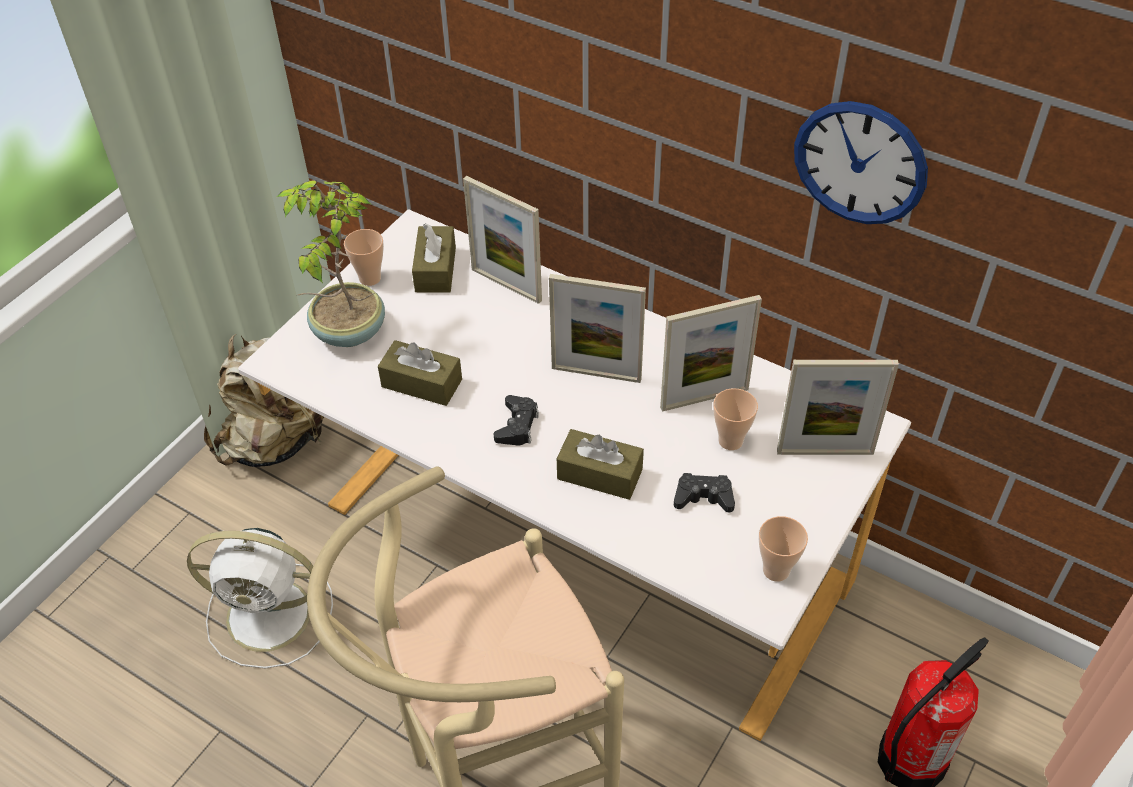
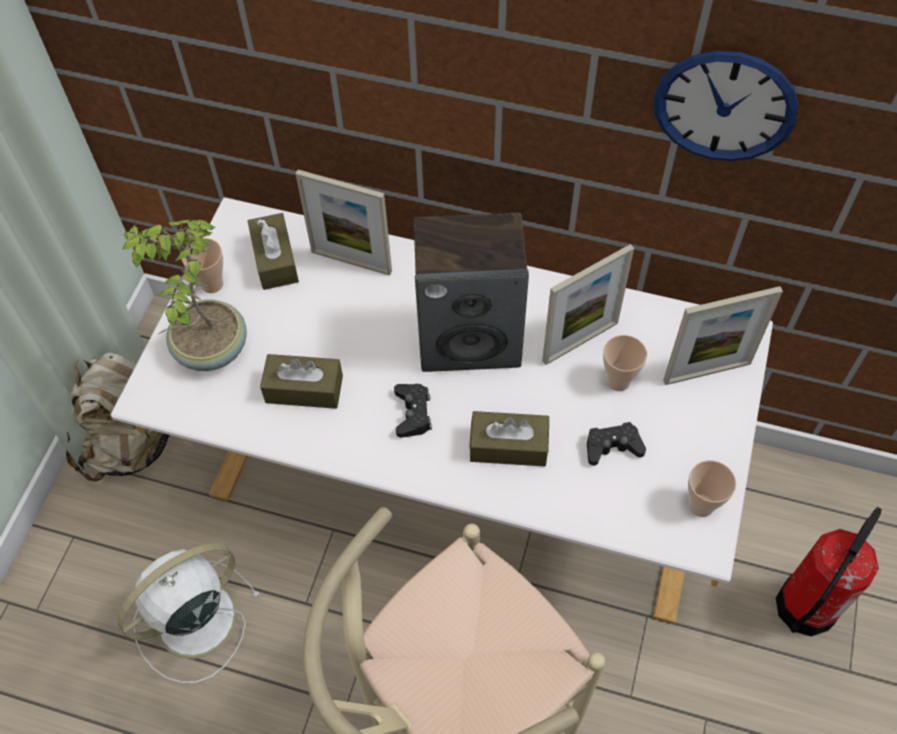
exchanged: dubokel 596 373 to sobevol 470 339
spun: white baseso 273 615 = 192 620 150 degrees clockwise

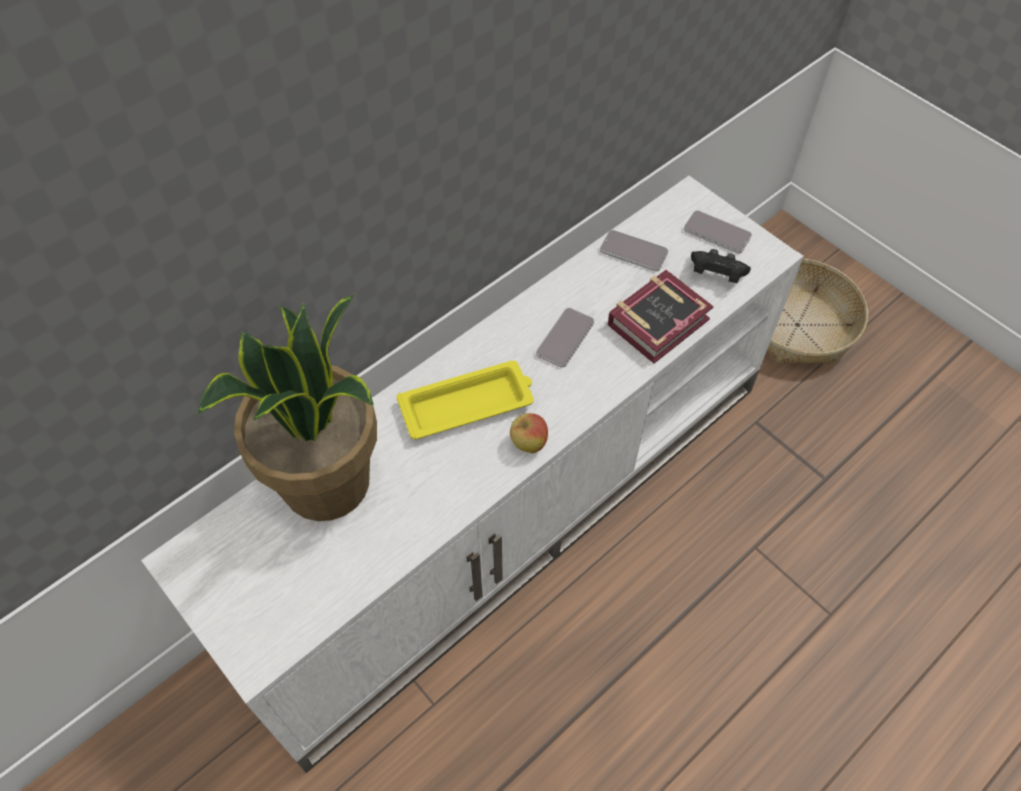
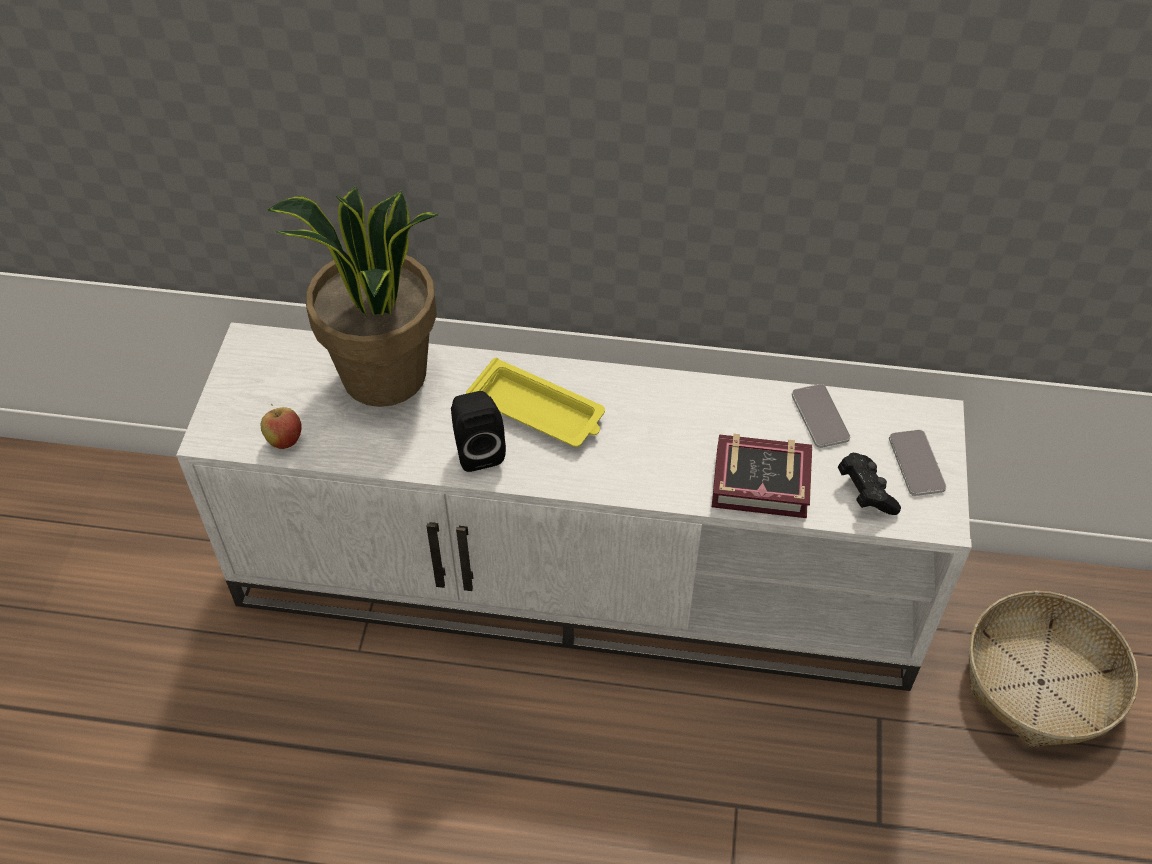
missing: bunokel 565 338
appeared: black sobevol 477 449
relocated: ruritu 528 443 to 285 440

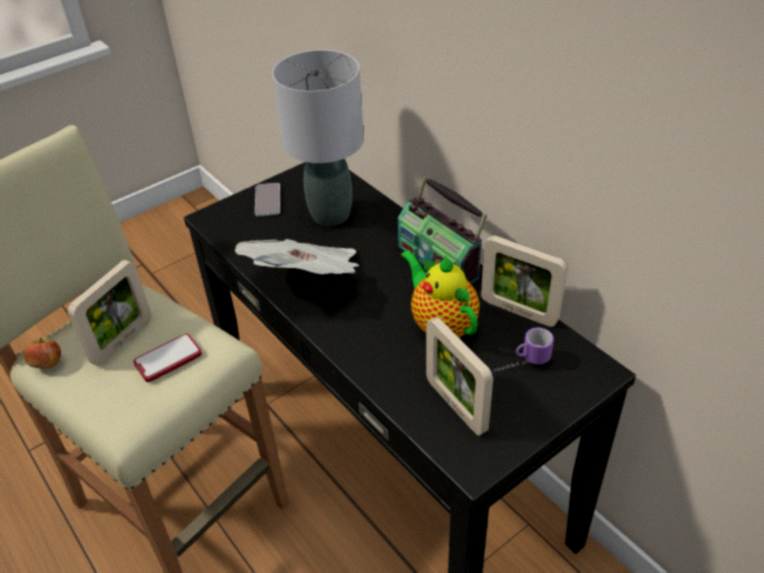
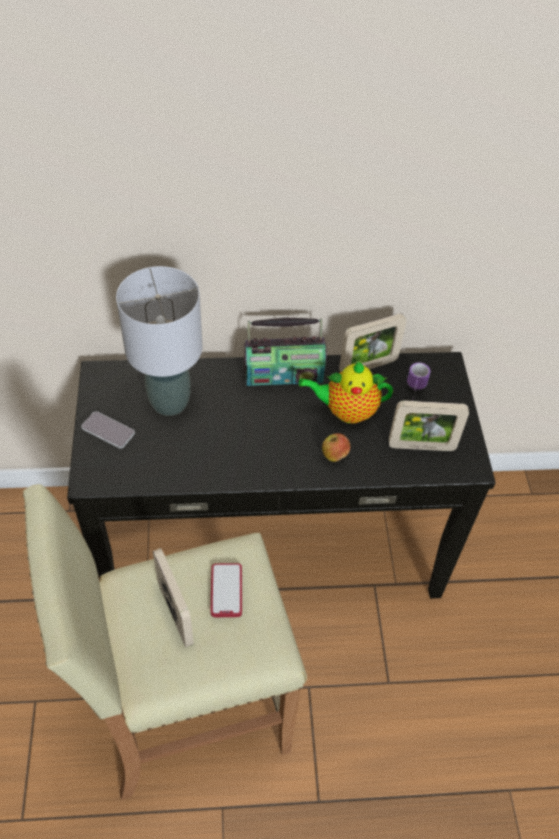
missing: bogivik 307 280
relocated: ruritu 47 364 to 334 455

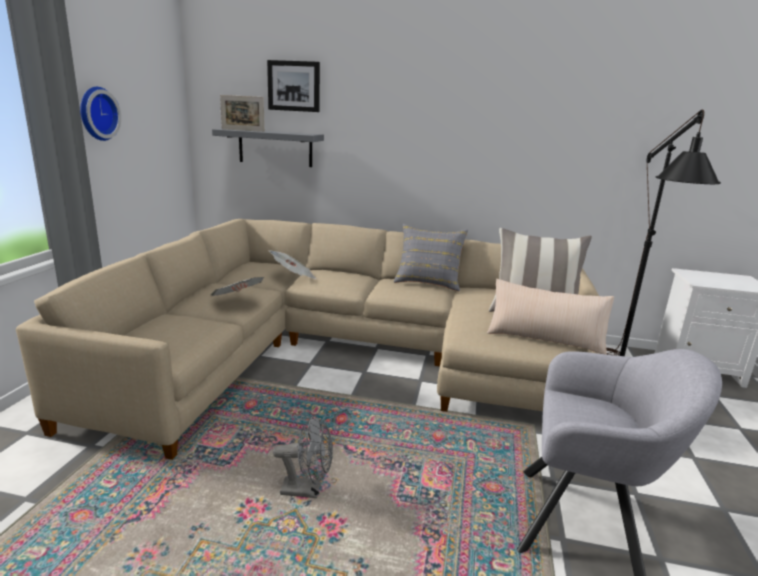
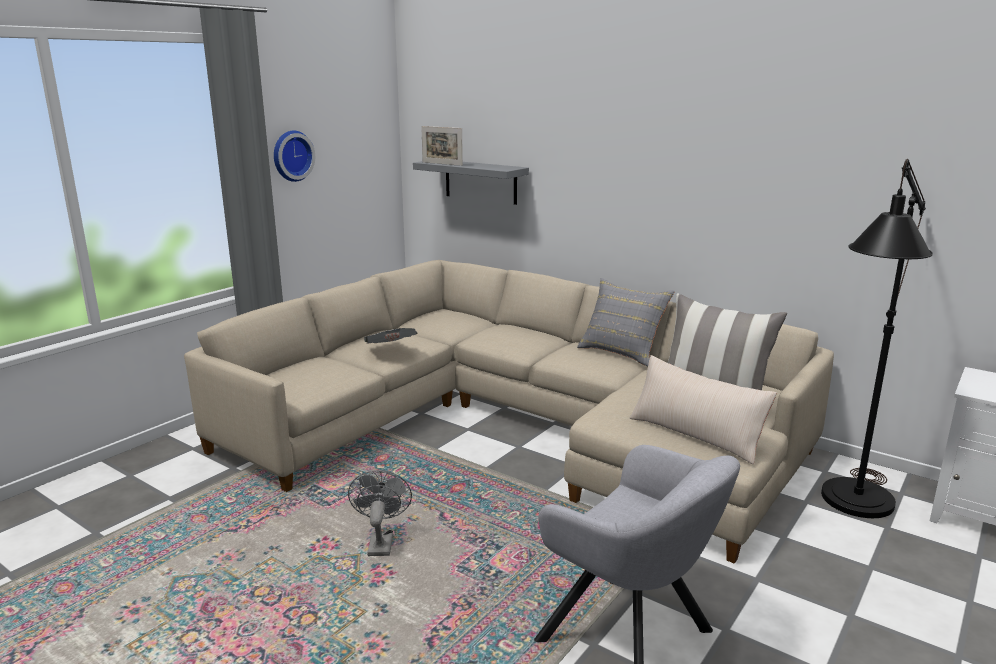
missing: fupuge 294 86; bogivik 293 277
spun: grey baseso 307 490 = 381 542 120 degrees counterclockwise

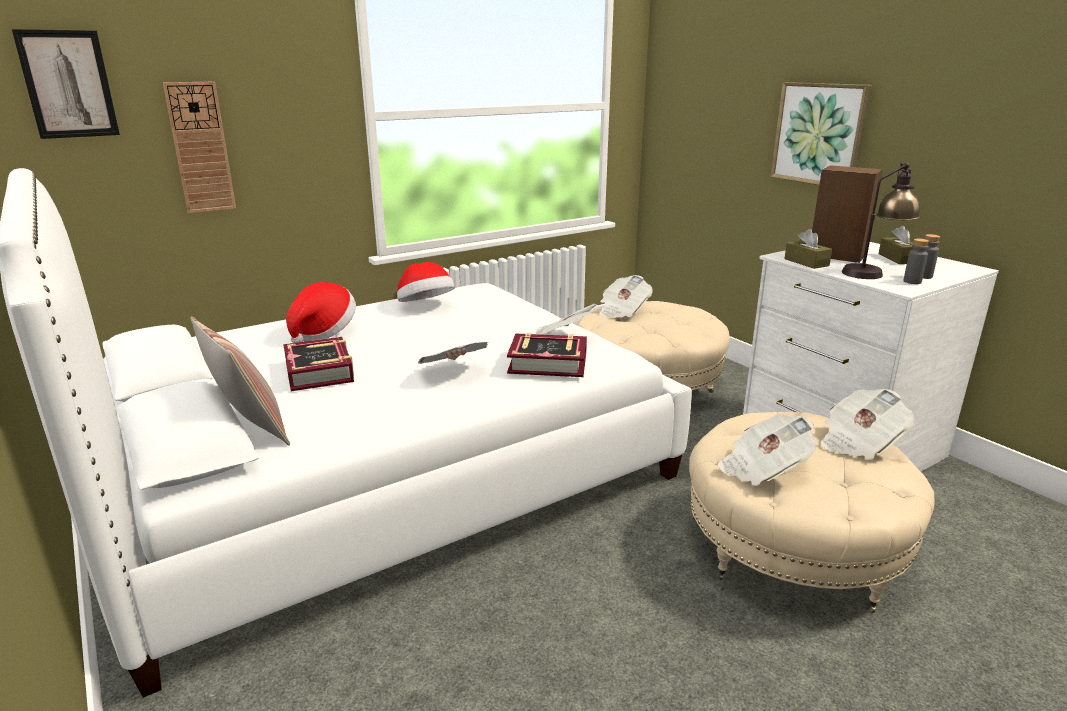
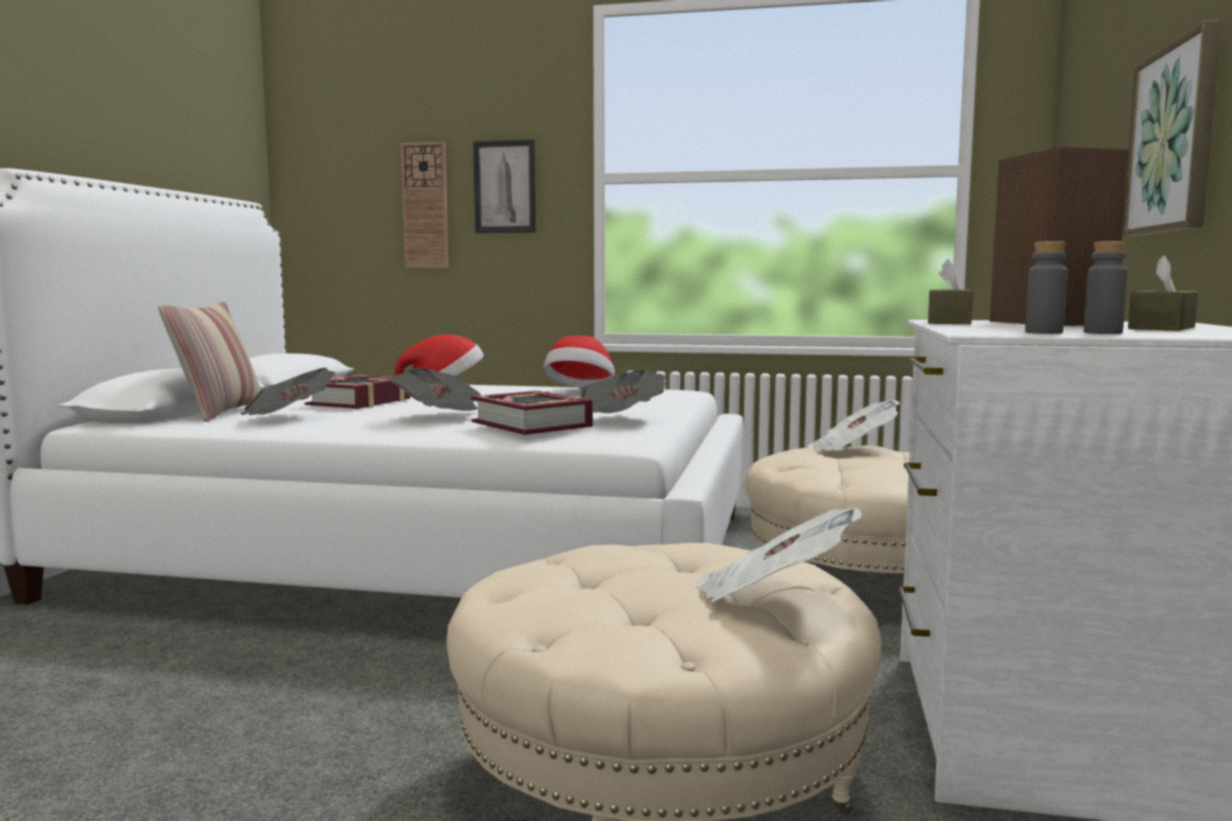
missing: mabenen 874 272
relocated: fupuge 68 84 to 505 187; bogivik 762 469 to 289 418

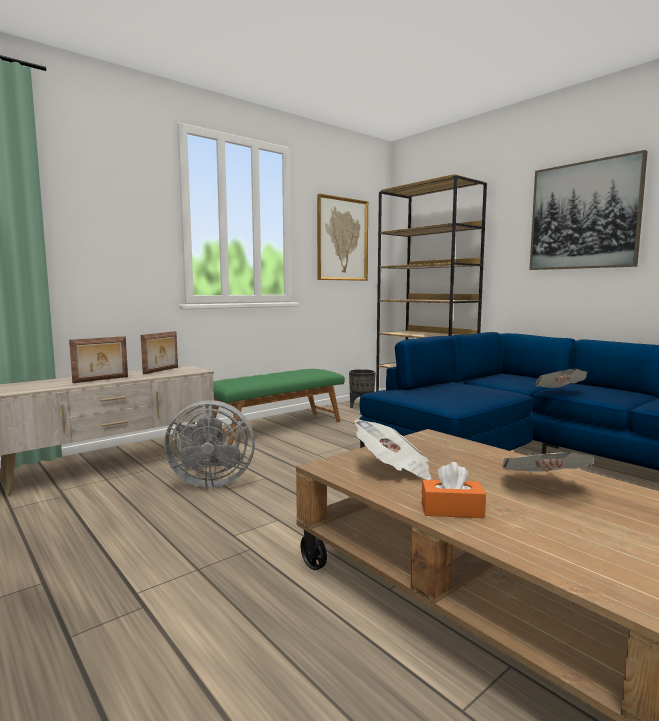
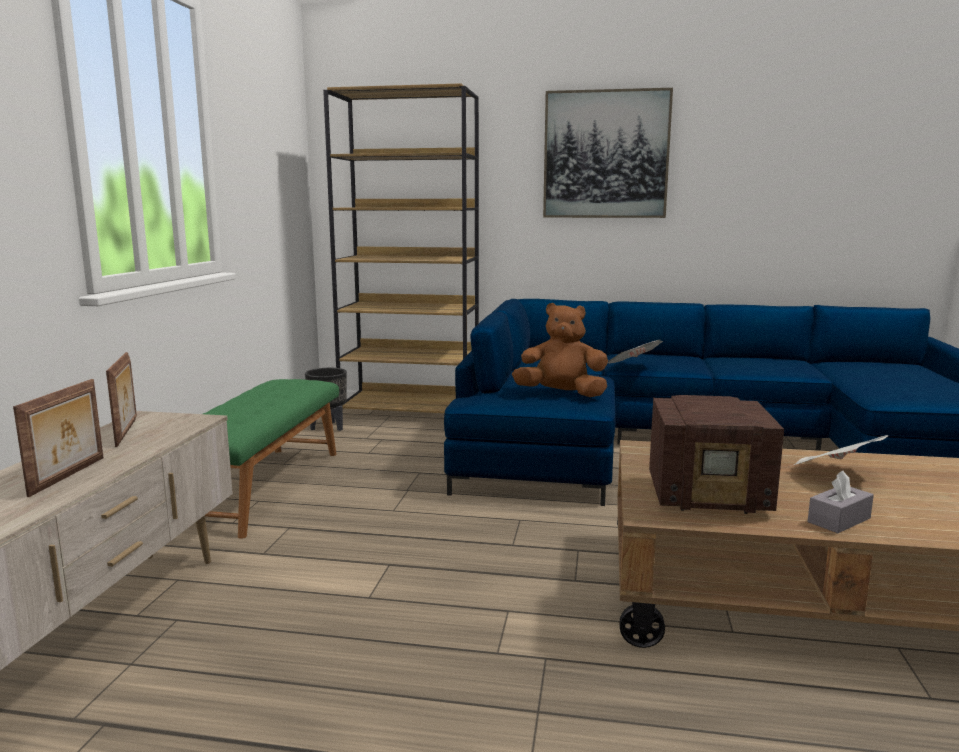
missing: grey baseso 210 482; fupuge 342 239
appeared: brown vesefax 561 394
exchanged: bogivik 394 469 to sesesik 710 496
colour: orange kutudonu 452 510 to grey kutudonu 839 520

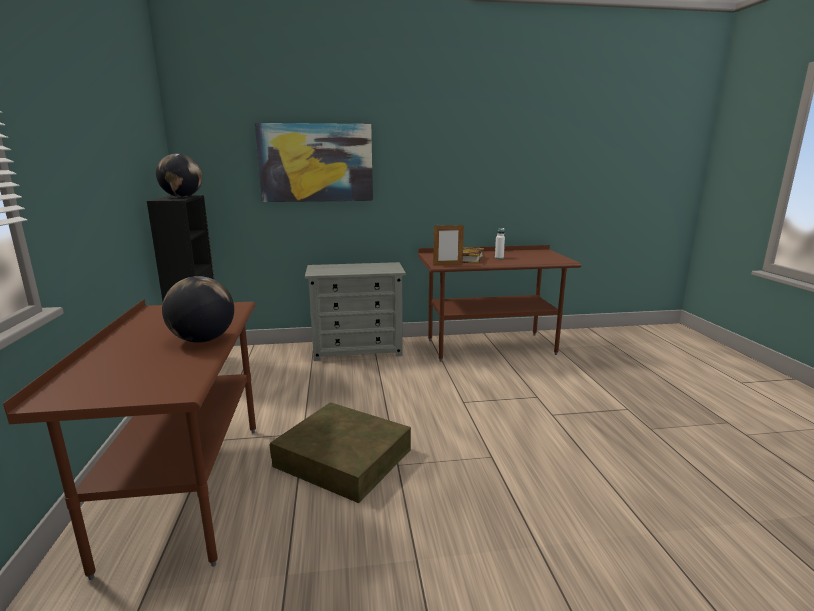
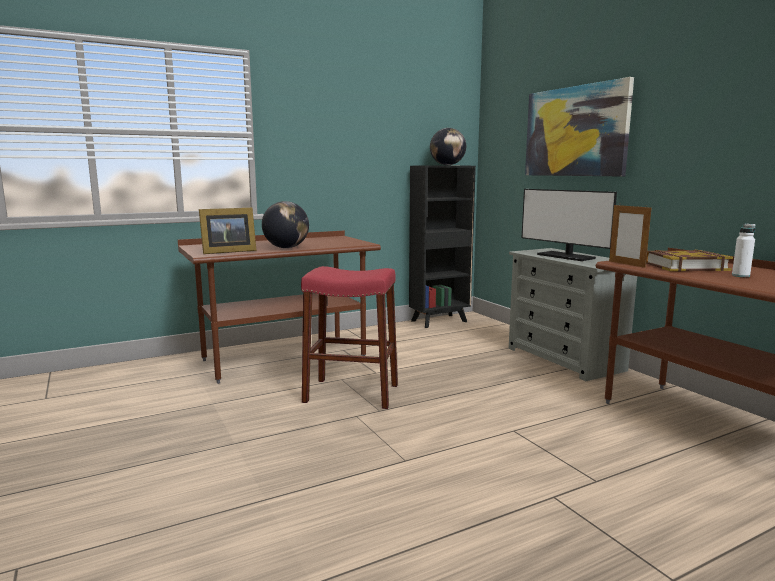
appeared: dubokel 227 251; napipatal 565 256
exchanged: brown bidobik 343 458 to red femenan 351 393

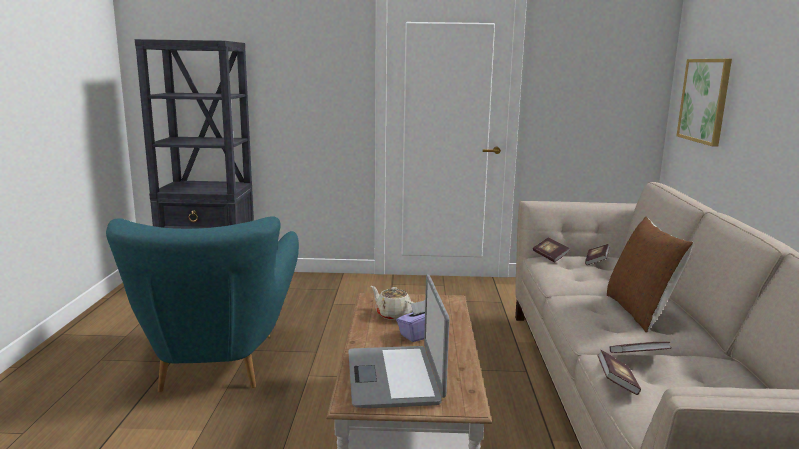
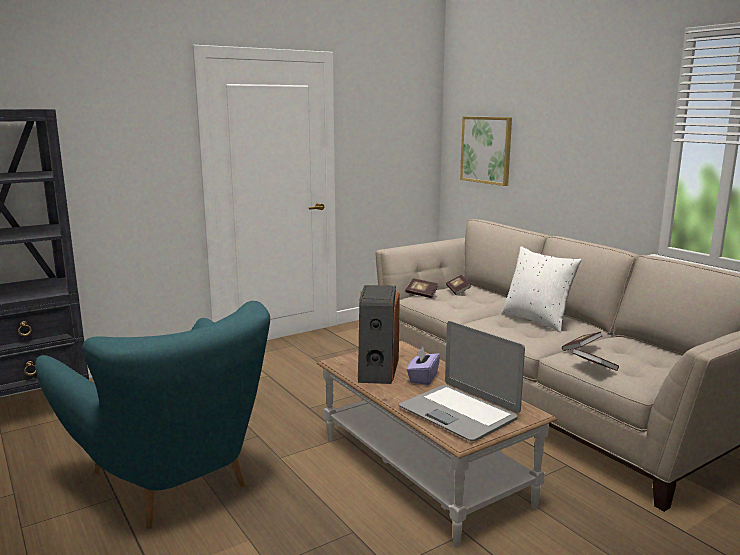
exchanged: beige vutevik 392 314 to sobevol 377 369
colour: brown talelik 640 312 to white talelik 537 320

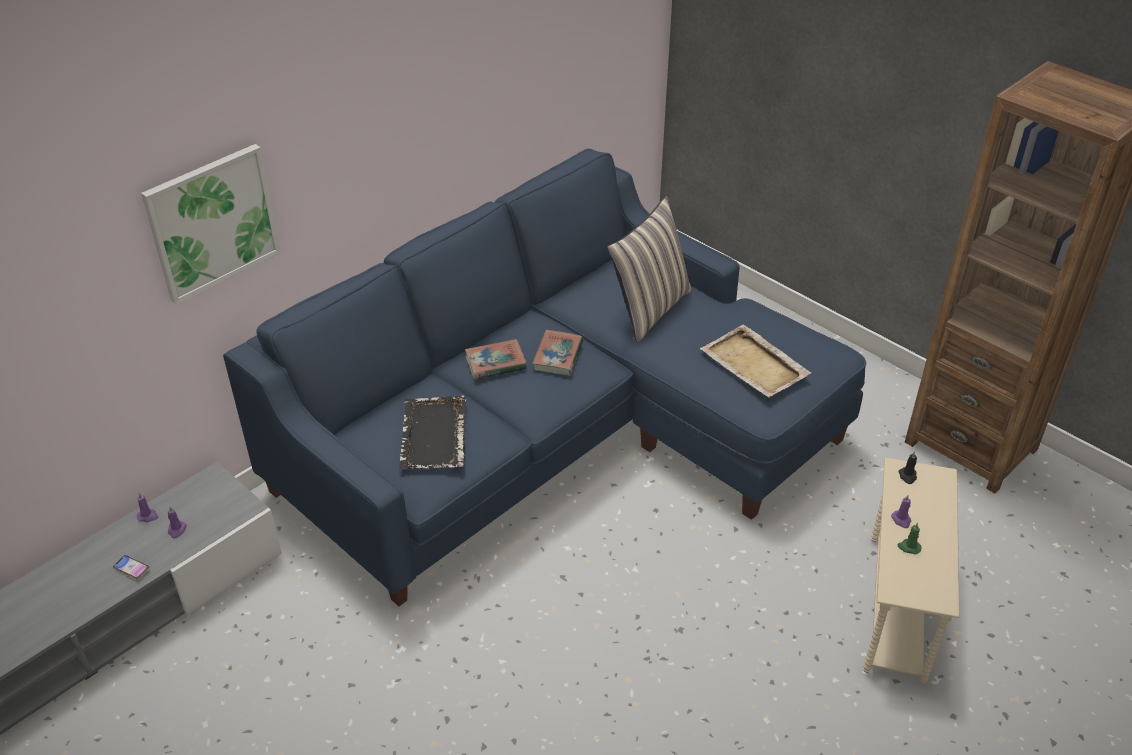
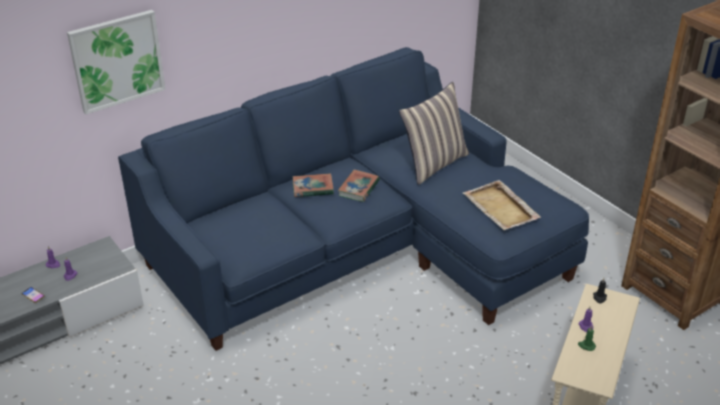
missing: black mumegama 433 436

